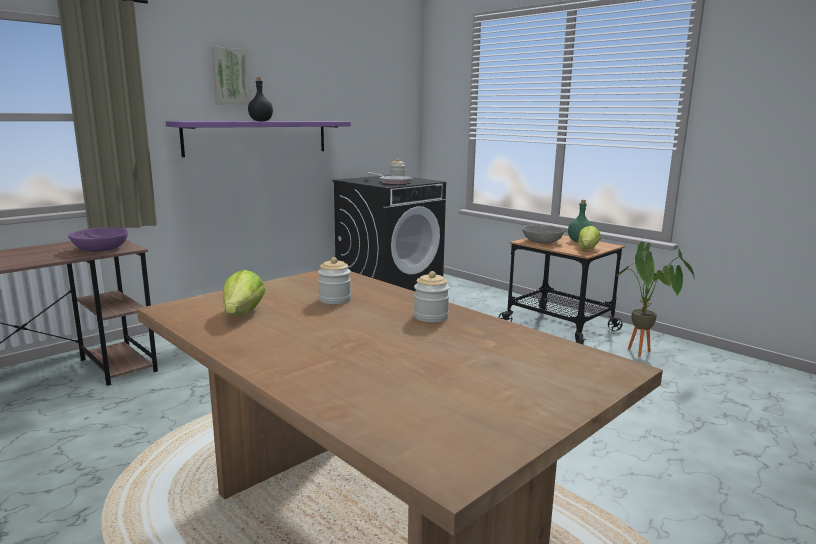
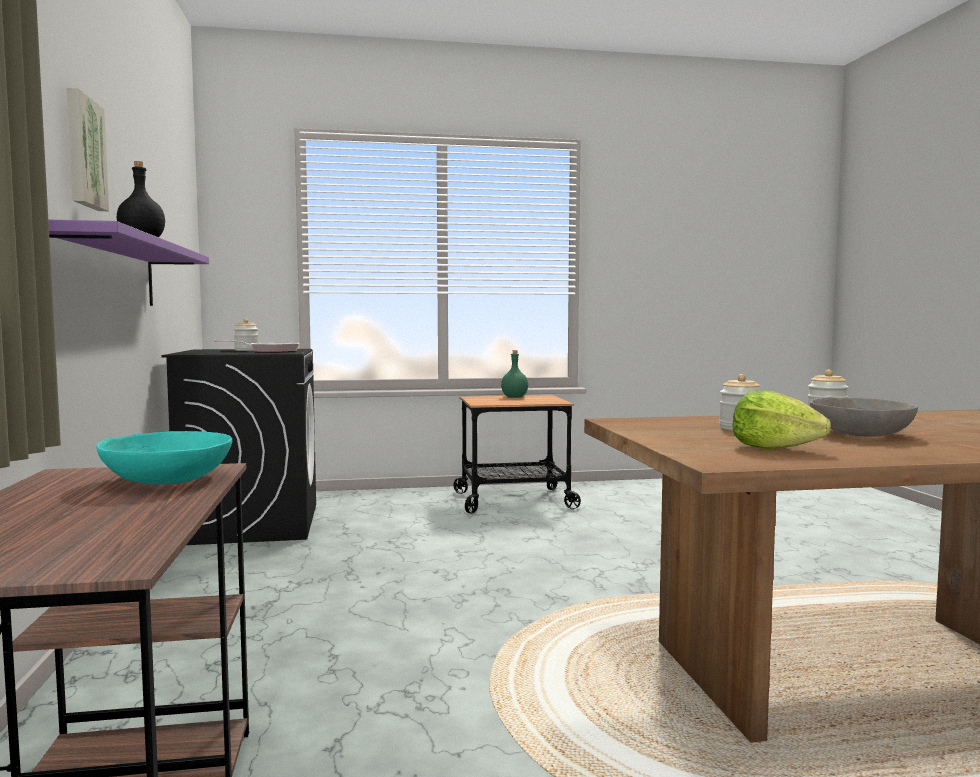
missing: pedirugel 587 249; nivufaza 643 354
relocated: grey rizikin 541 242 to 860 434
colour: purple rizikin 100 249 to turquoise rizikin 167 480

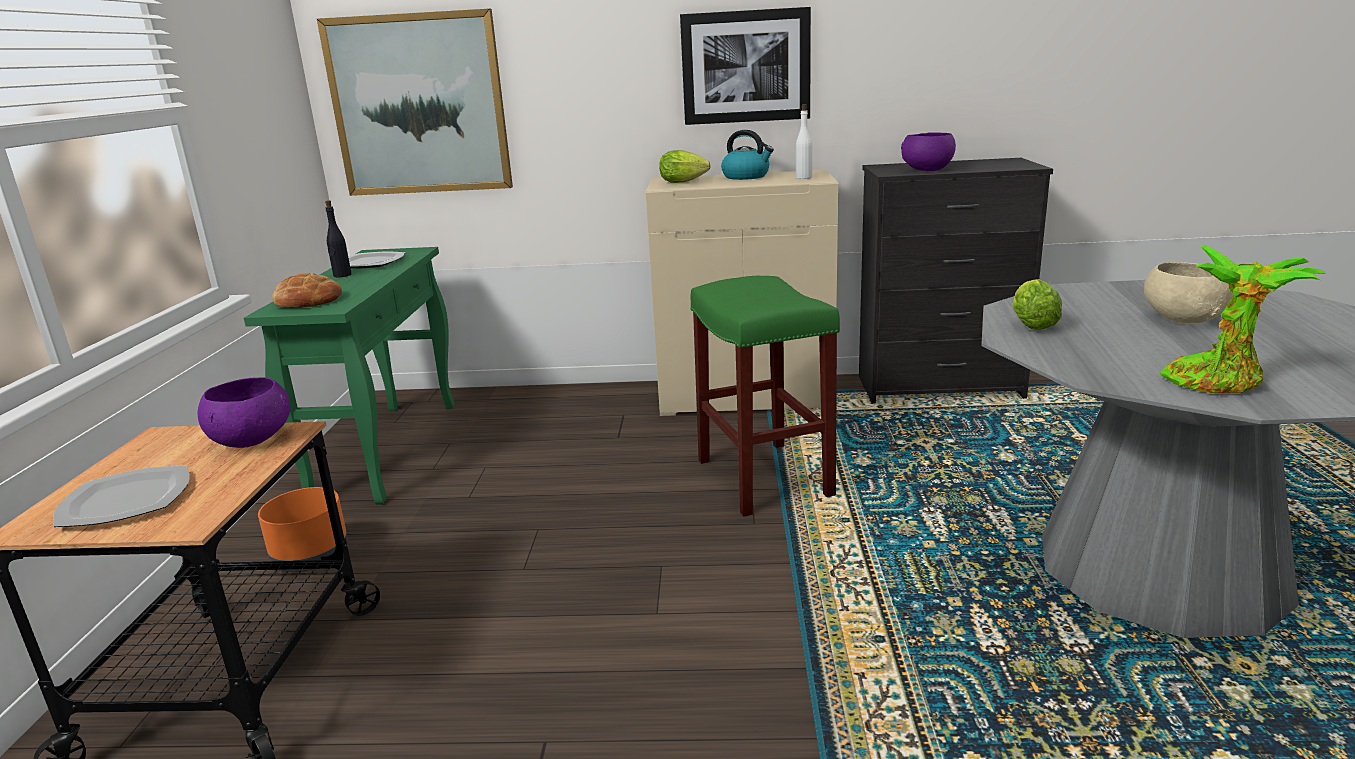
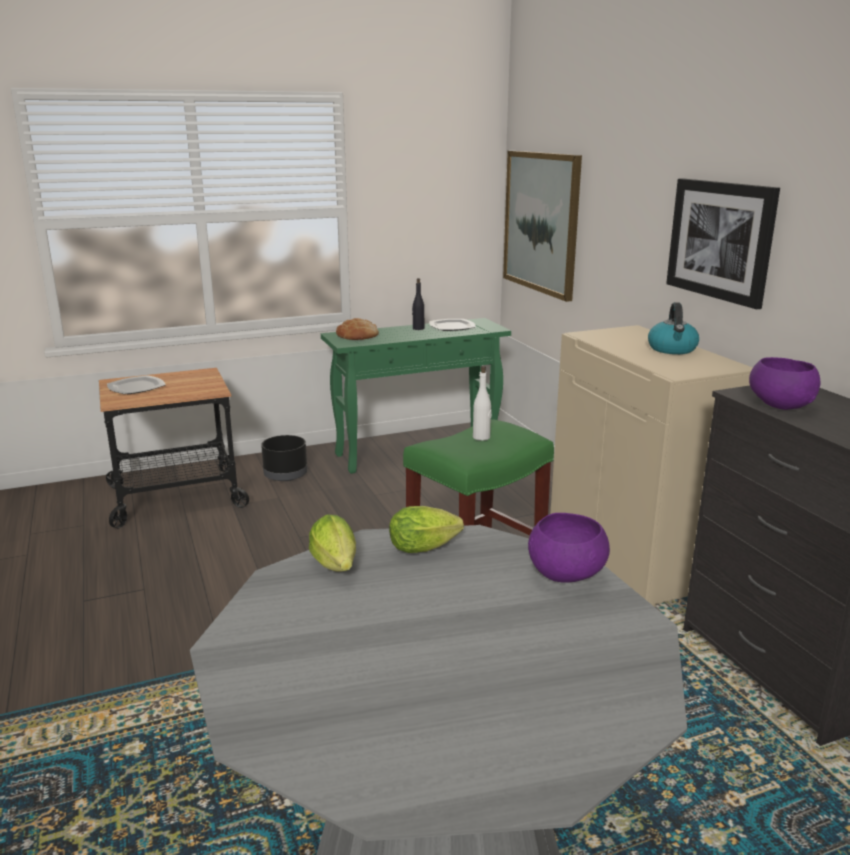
missing: beige rizikin 1181 319; nivufaza 1219 382
relocated: purple rizikin 253 440 to 567 575; pedirugel 685 182 to 336 567; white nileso 804 177 to 481 437
colour: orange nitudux 311 557 to black nitudux 286 475

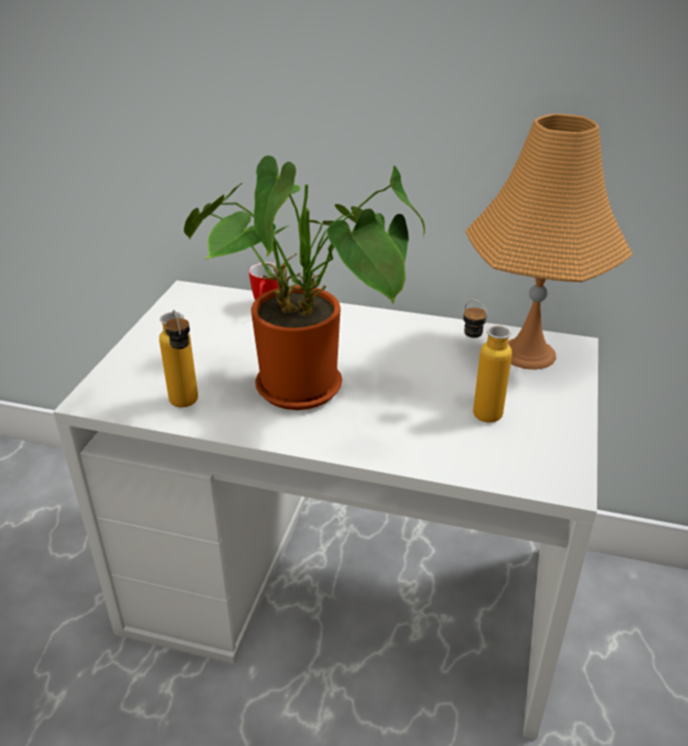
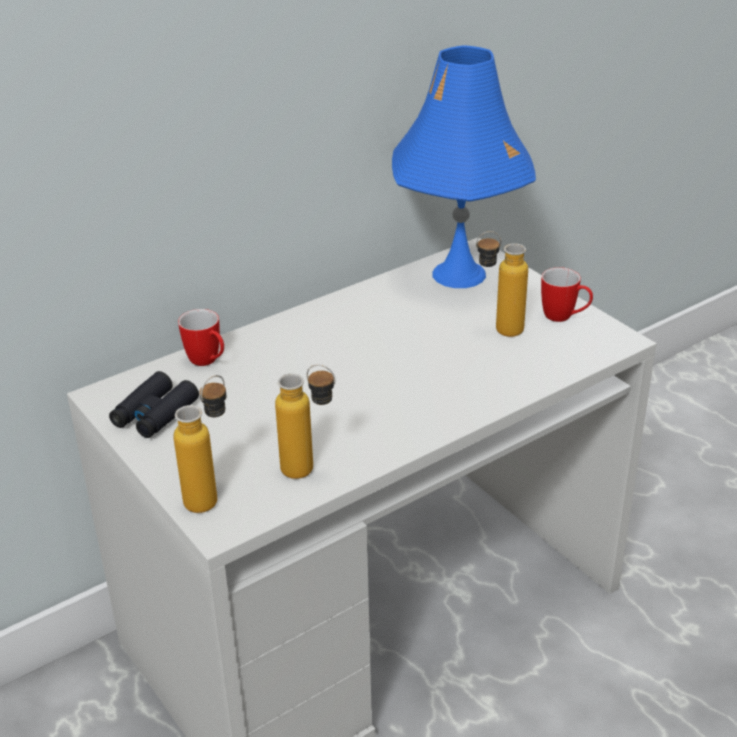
missing: nivufaza 310 388
appeared: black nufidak 155 414; nileso 211 496; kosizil 564 317
colour: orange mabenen 527 354 to blue mabenen 459 274

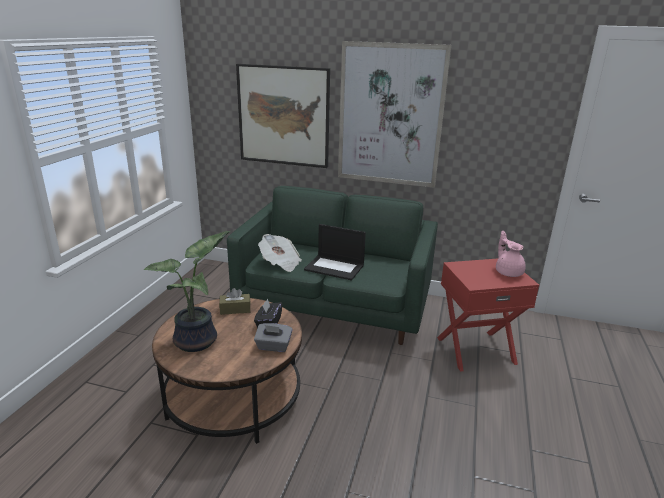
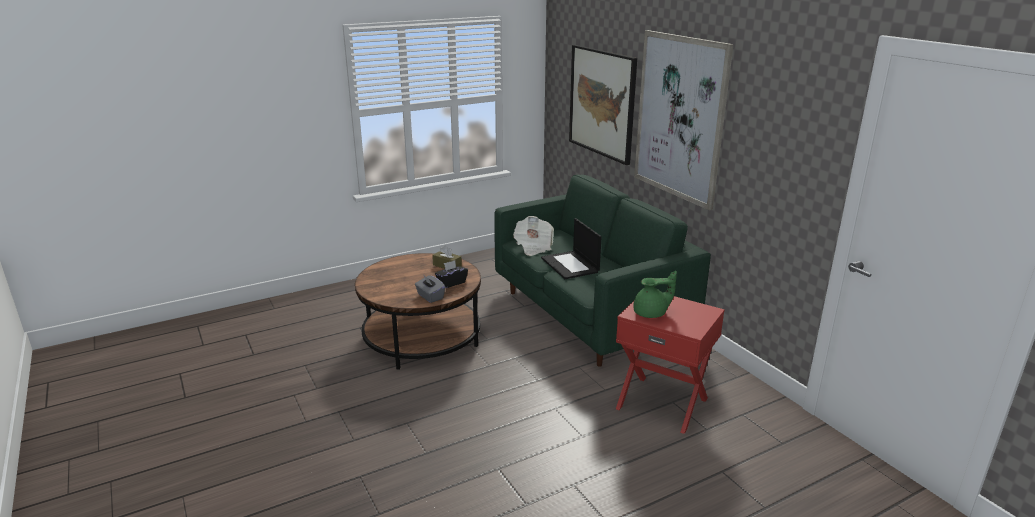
missing: nivufaza 198 341; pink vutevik 508 272
appeared: green vutevik 651 313

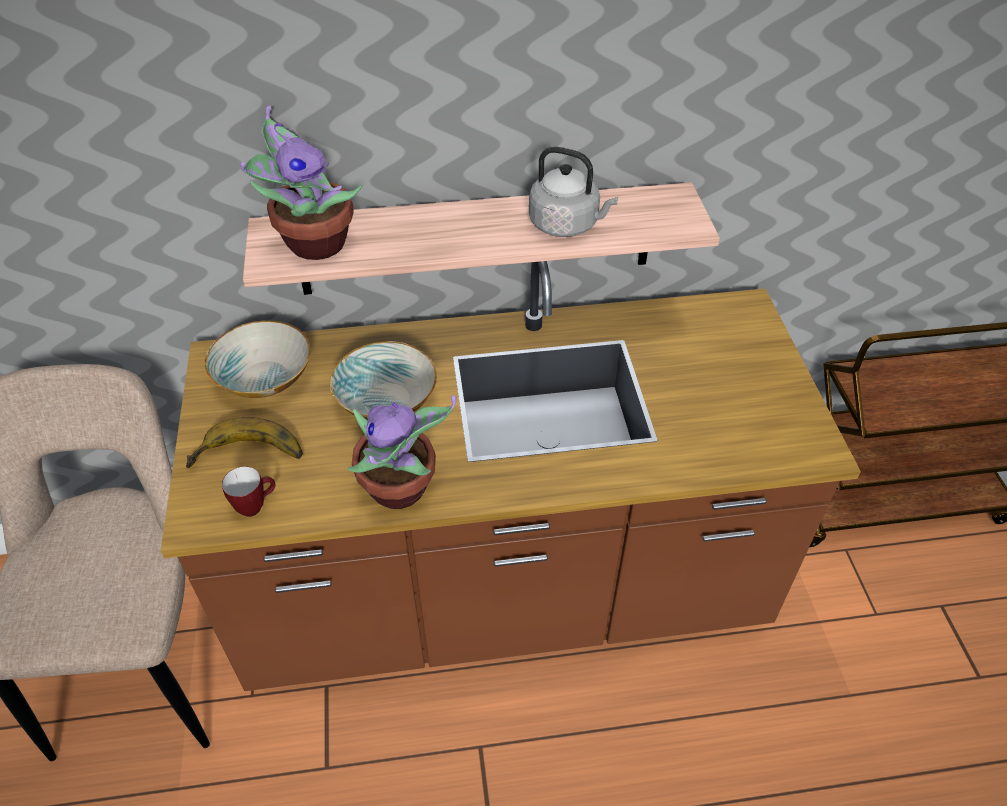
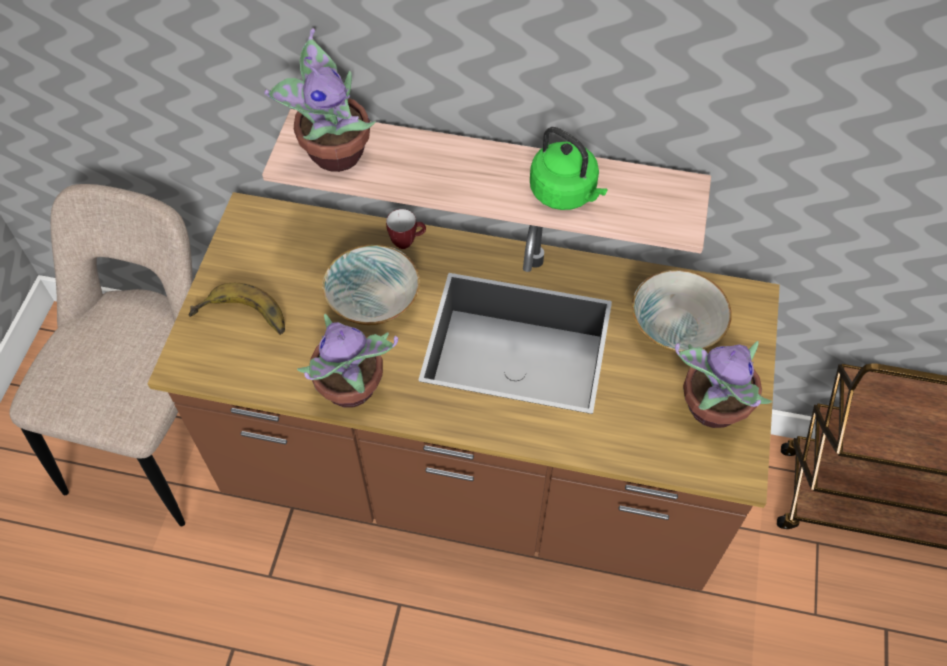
appeared: nivufaza 711 409
relocated: rizikin 263 377 to 675 325; kosizil 256 506 to 407 242
colour: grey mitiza 567 225 to green mitiza 565 193

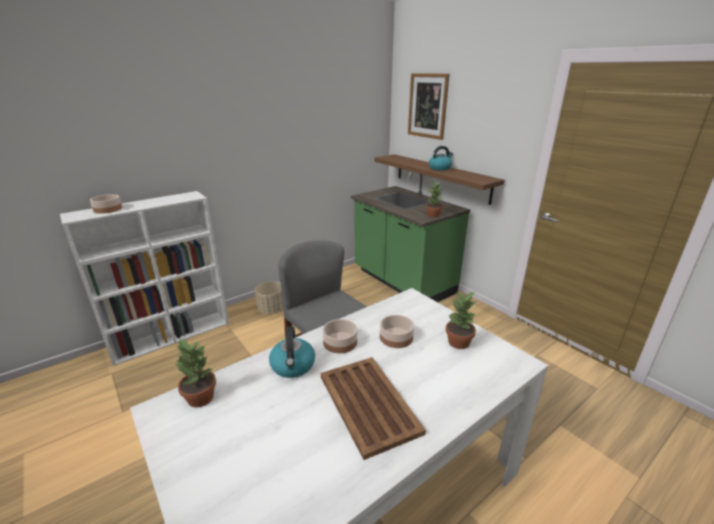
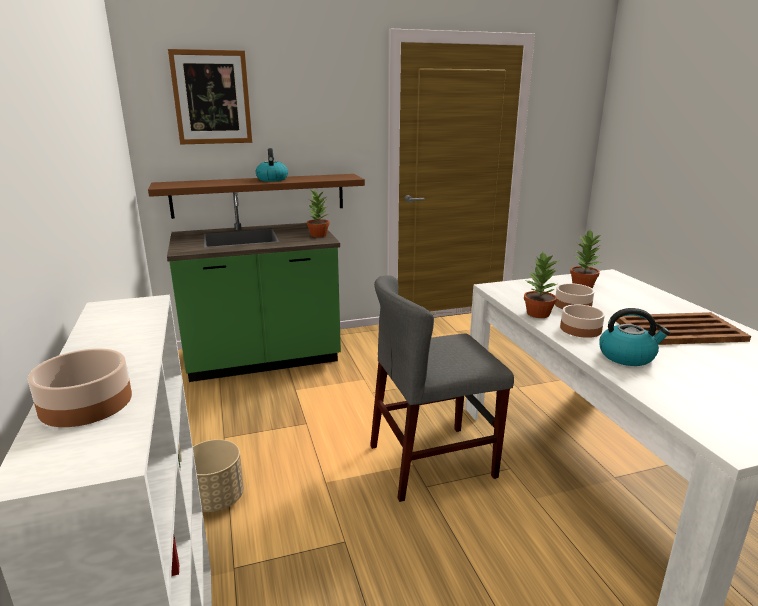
relocated: nivufaza 200 398 to 538 314

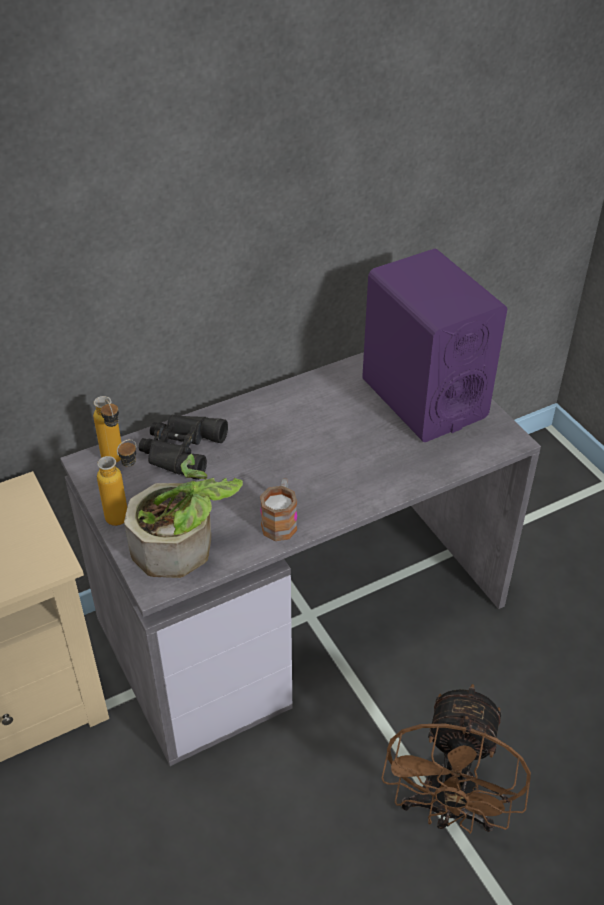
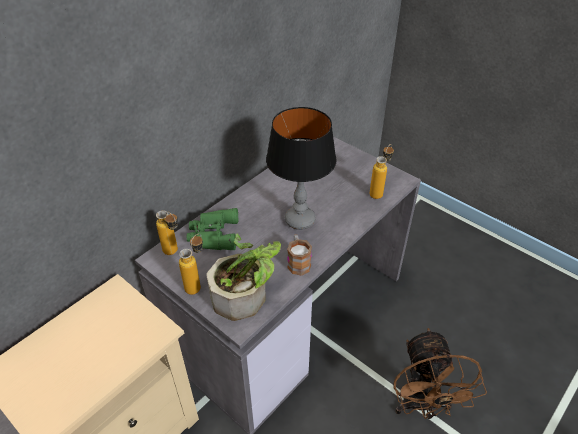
missing: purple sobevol 423 398
appeared: mabenen 299 220; nileso 379 192
colour: black nufidak 180 450 to green nufidak 212 234

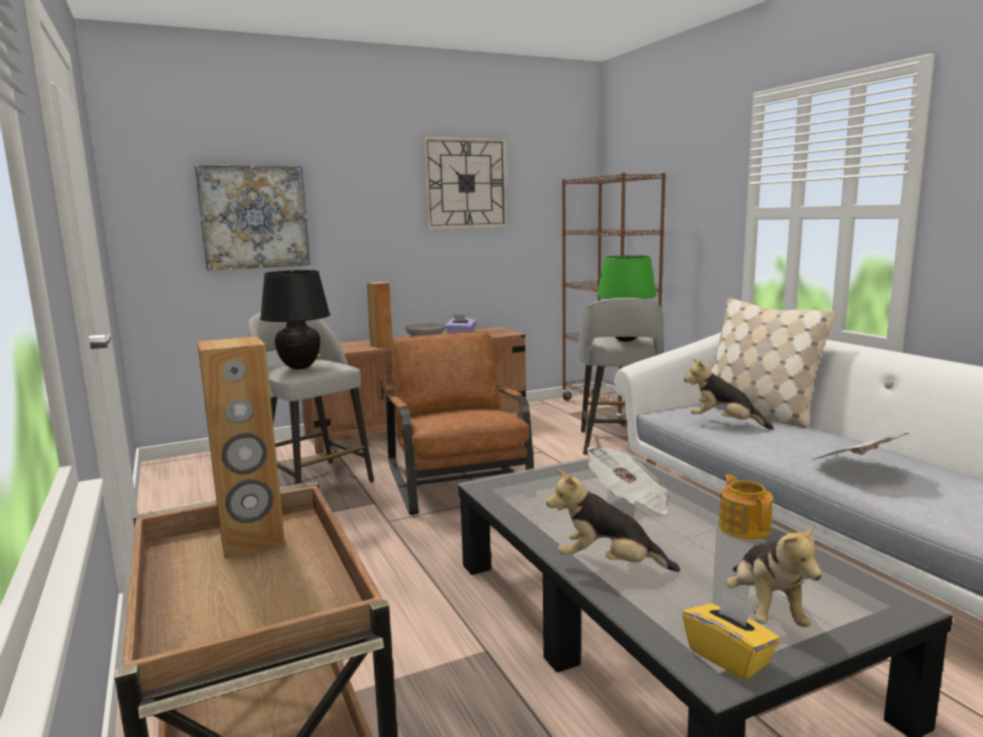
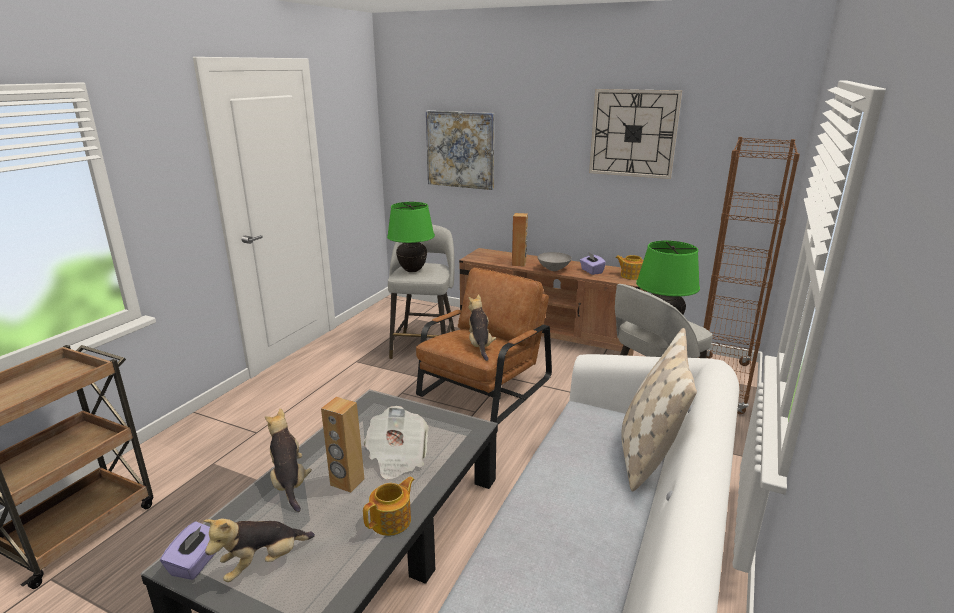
missing: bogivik 855 469
appeared: vutevik 631 276
relocated: brown sobevol 252 541 to 347 482; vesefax 724 423 to 480 346
colour: black mabenen 300 367 to green mabenen 412 270; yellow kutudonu 729 657 to purple kutudonu 196 562

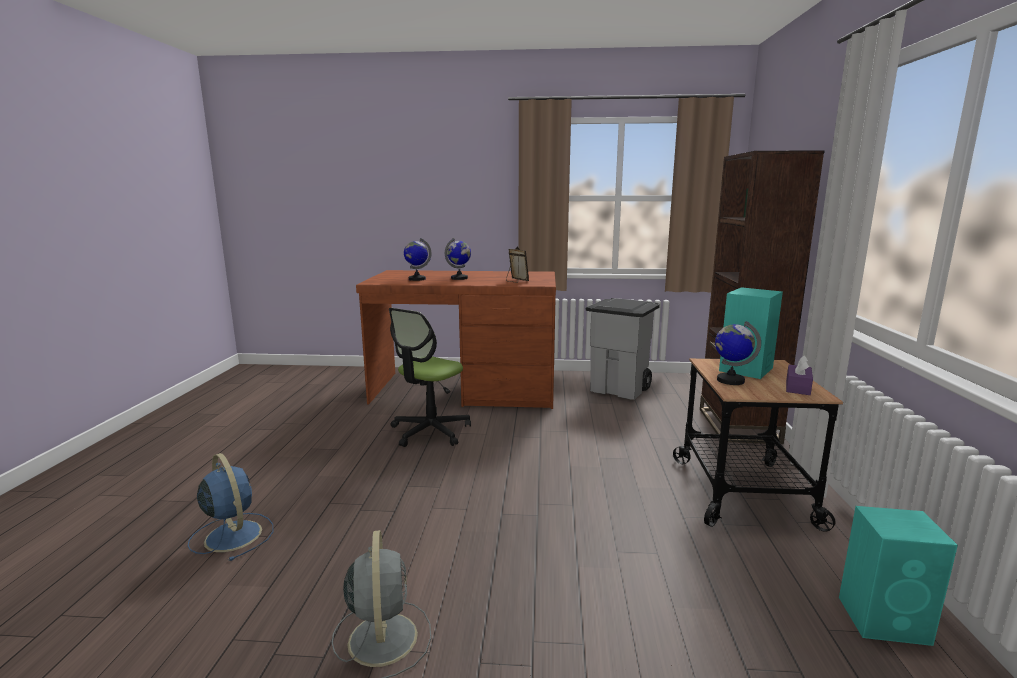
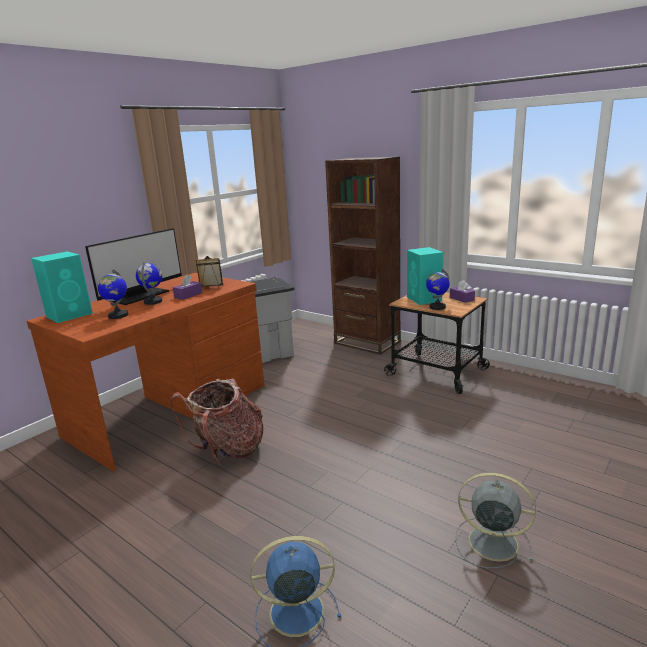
appeared: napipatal 140 296; purple kutudonu 188 295
relocated: turquoise sobevol 885 620 to 70 315
exchanged: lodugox 430 431 to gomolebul 228 450

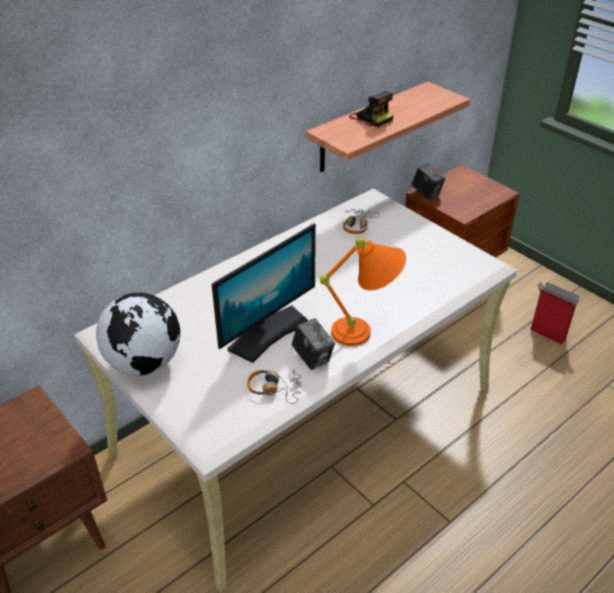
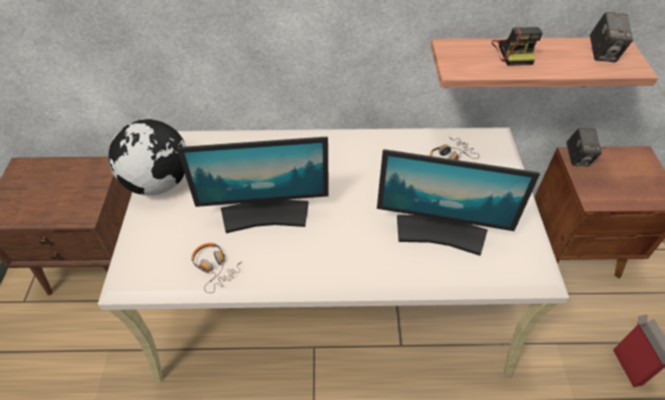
missing: orange mabenen 365 332
appeared: napipatal 440 232
relocated: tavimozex 312 358 to 602 54

